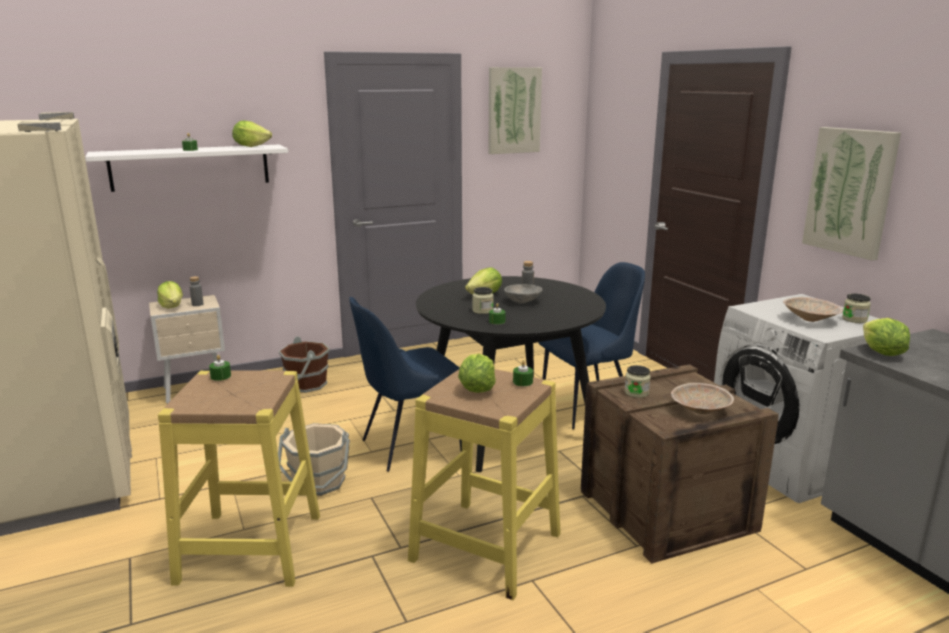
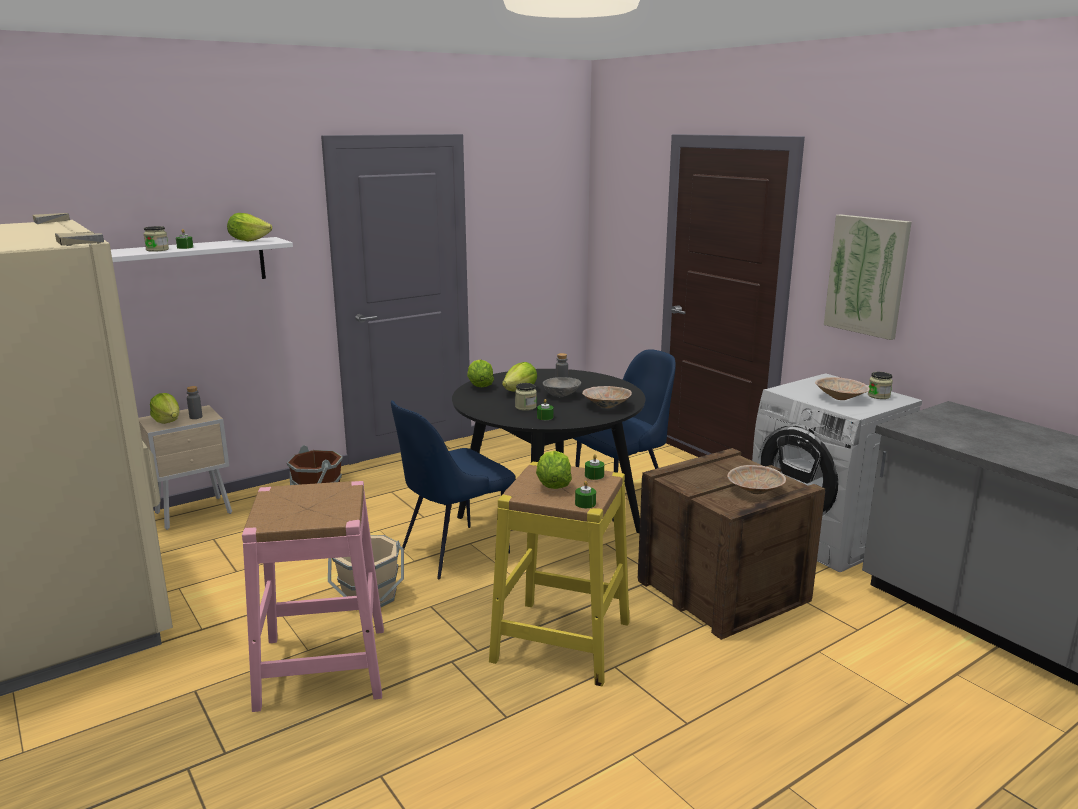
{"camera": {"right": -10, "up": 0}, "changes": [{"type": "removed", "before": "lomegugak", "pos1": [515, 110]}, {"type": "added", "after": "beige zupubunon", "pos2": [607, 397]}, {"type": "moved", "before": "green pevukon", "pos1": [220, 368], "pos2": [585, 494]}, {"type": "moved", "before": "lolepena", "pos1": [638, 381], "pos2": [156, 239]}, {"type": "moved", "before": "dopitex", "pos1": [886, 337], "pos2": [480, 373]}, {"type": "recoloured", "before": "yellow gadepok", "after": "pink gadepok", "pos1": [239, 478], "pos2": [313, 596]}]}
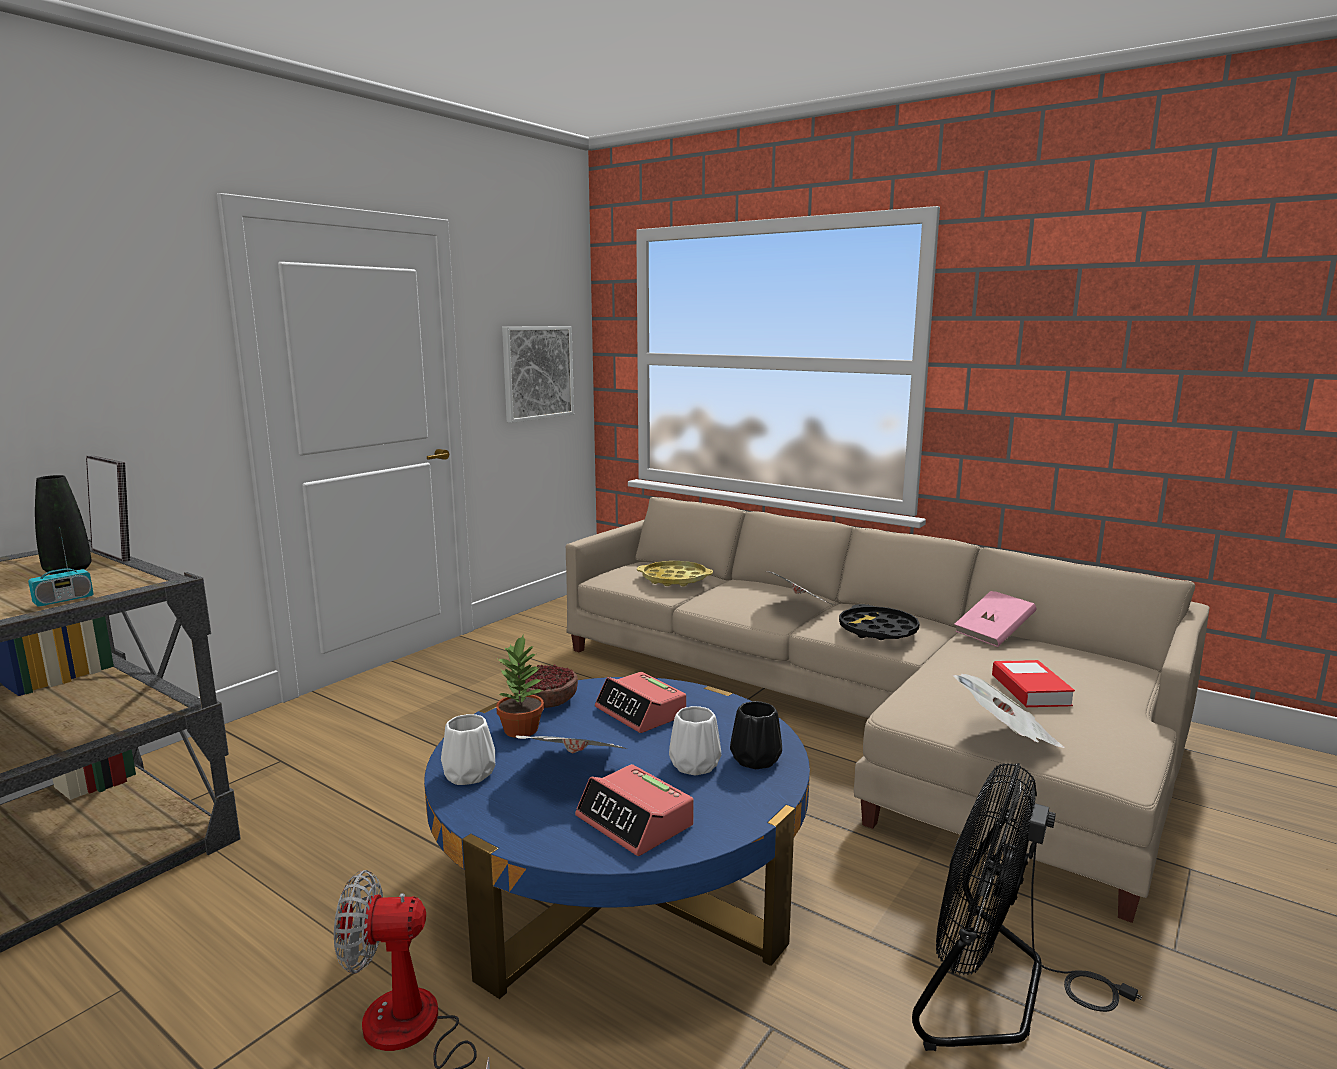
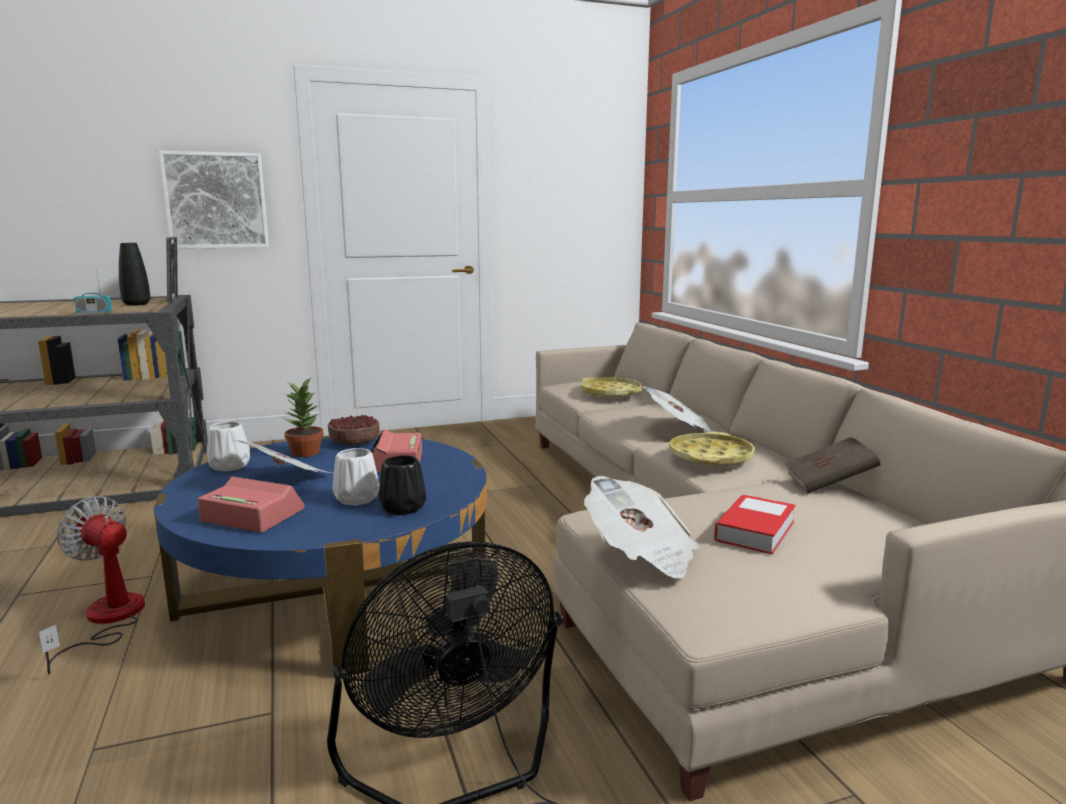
{"camera": {"right": 35, "up": 0}, "changes": [{"type": "moved", "before": "lomegugak", "pos1": [538, 374], "pos2": [214, 200]}, {"type": "recoloured", "before": "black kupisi", "after": "yellow kupisi", "pos1": [879, 622], "pos2": [712, 449]}, {"type": "recoloured", "before": "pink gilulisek", "after": "brown gilulisek", "pos1": [995, 619], "pos2": [833, 465]}, {"type": "turned", "before": "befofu", "pos1": [634, 810], "pos2": [251, 504], "turn": 120}]}
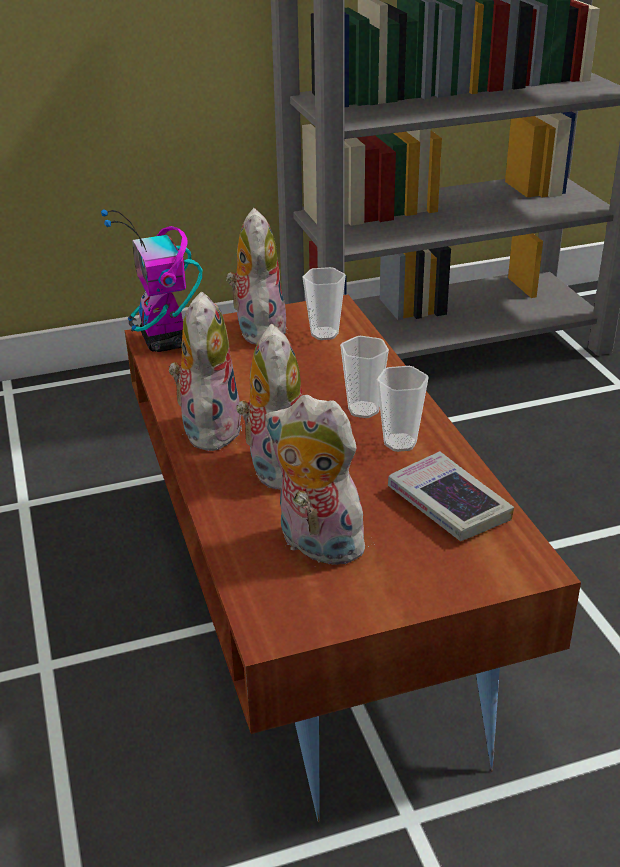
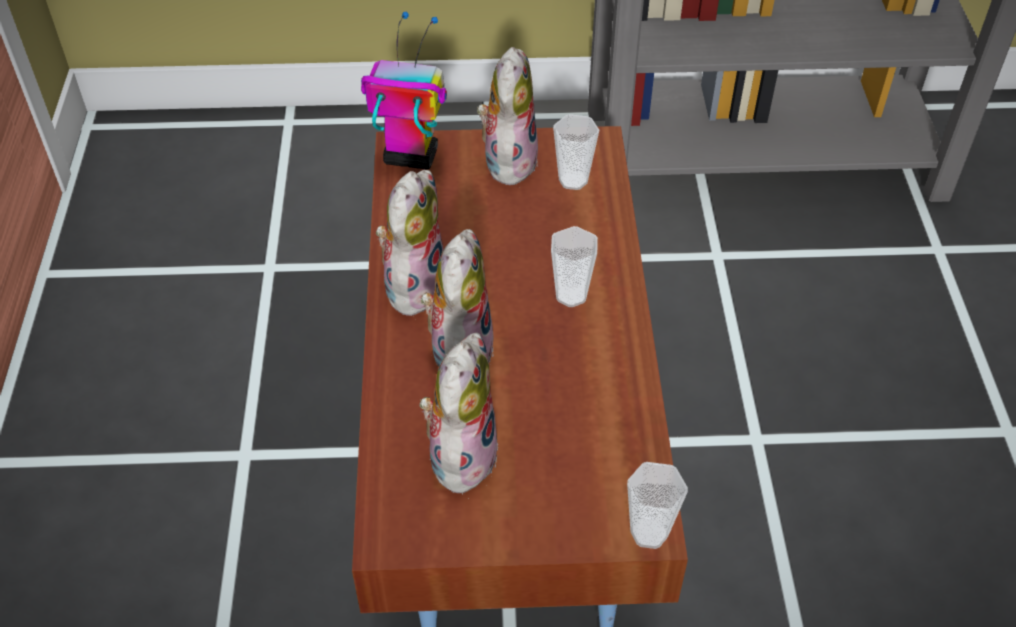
{"camera": {"right": 15, "up": 15}, "changes": [{"type": "removed", "before": "gilulisek", "pos1": [451, 496]}, {"type": "moved", "before": "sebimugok", "pos1": [403, 409], "pos2": [657, 505]}, {"type": "turned", "before": "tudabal", "pos1": [152, 280], "pos2": [404, 90], "turn": 105}, {"type": "turned", "before": "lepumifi", "pos1": [318, 480], "pos2": [459, 414], "turn": 60}]}
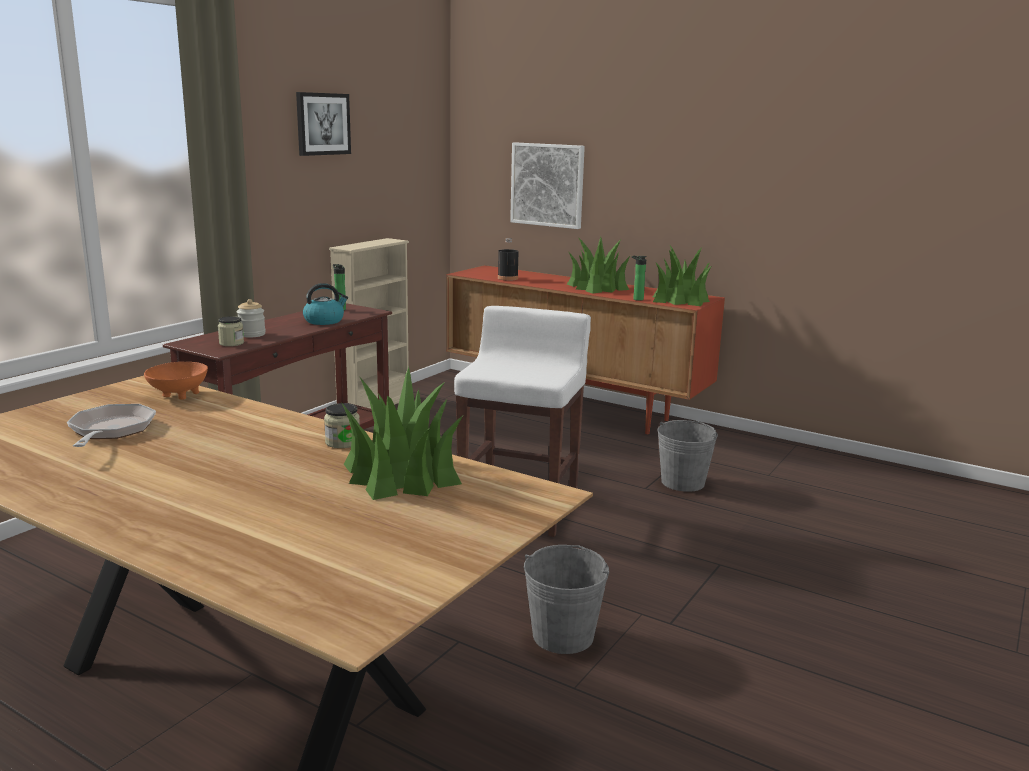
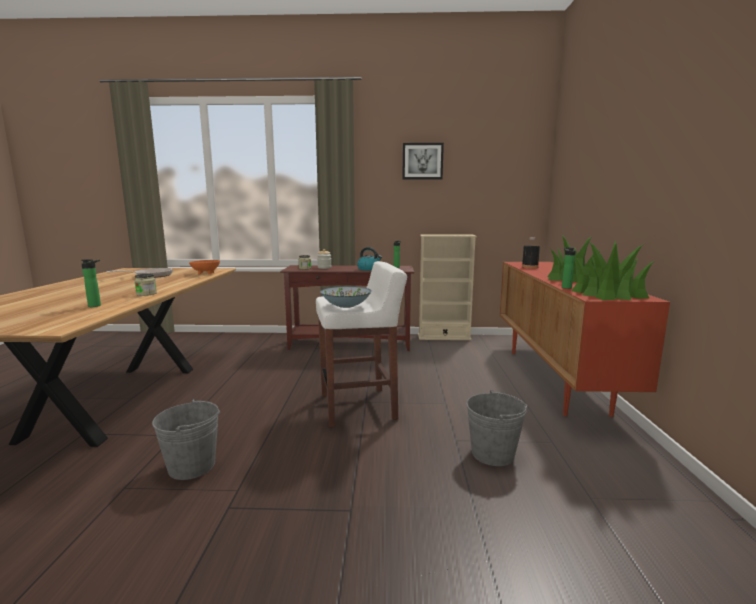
{"camera": {"right": 60, "up": -5}, "changes": [{"type": "removed", "before": "lomegugak", "pos1": [547, 185]}, {"type": "added", "after": "zupubunon", "pos2": [346, 297]}, {"type": "replaced", "before": "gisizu", "after": "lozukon", "pos1": [402, 433], "pos2": [91, 283]}]}
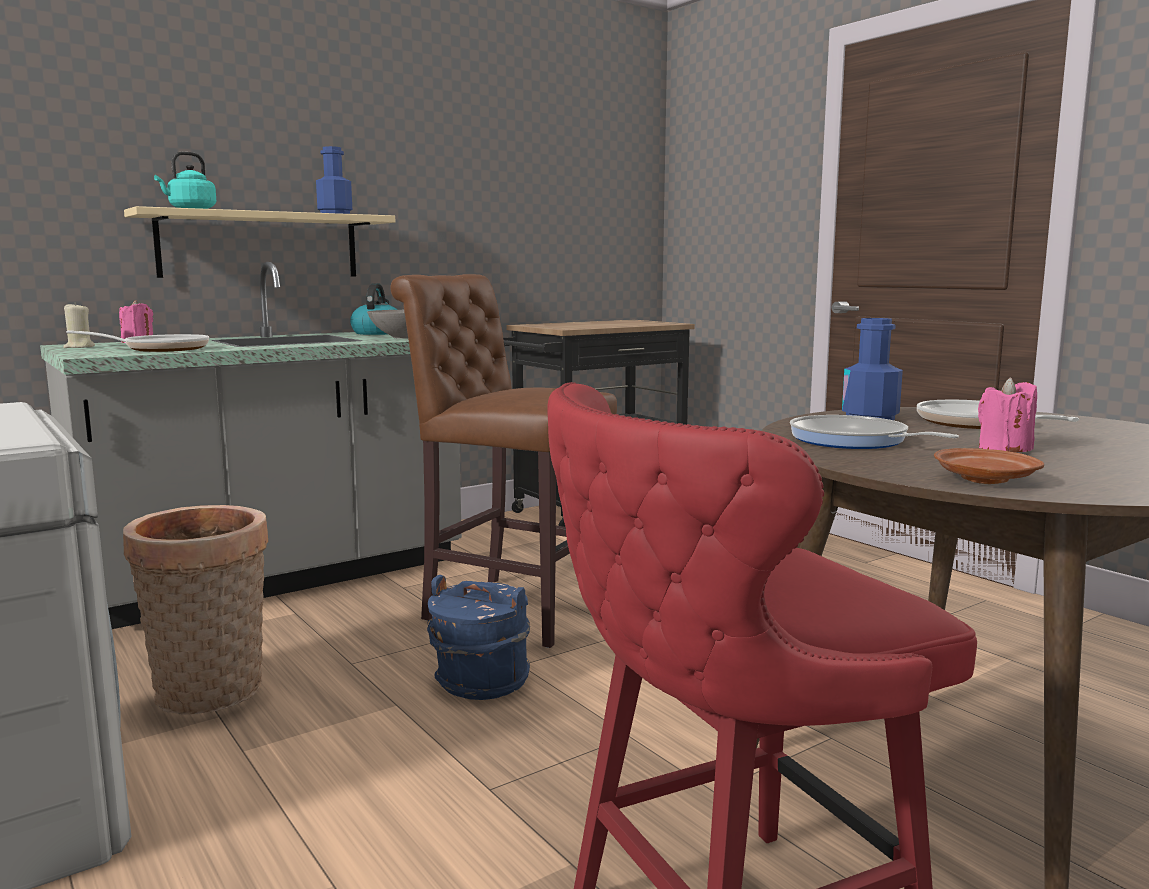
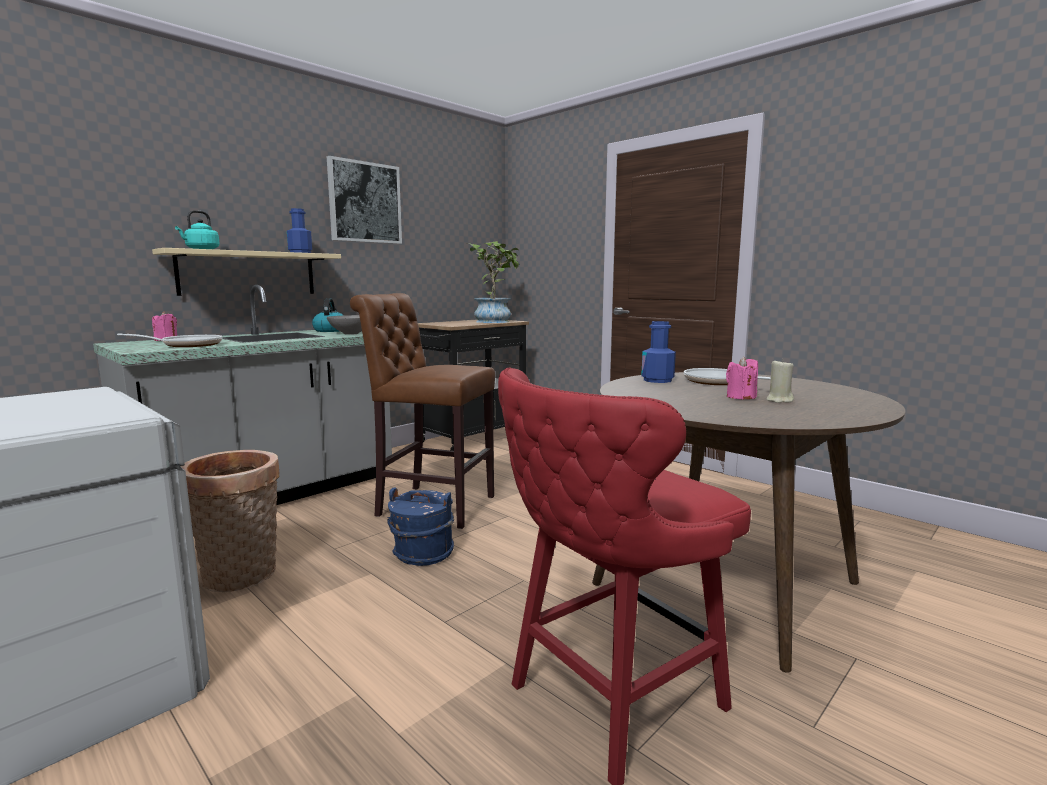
{"camera": {"right": -10, "up": 0}, "changes": [{"type": "removed", "before": "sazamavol", "pos1": [874, 432]}, {"type": "removed", "before": "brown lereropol", "pos1": [989, 466]}, {"type": "added", "after": "lomegugak", "pos2": [364, 200]}, {"type": "added", "after": "gisizu", "pos2": [494, 282]}, {"type": "moved", "before": "beige pevukon", "pos1": [79, 325], "pos2": [780, 381]}]}
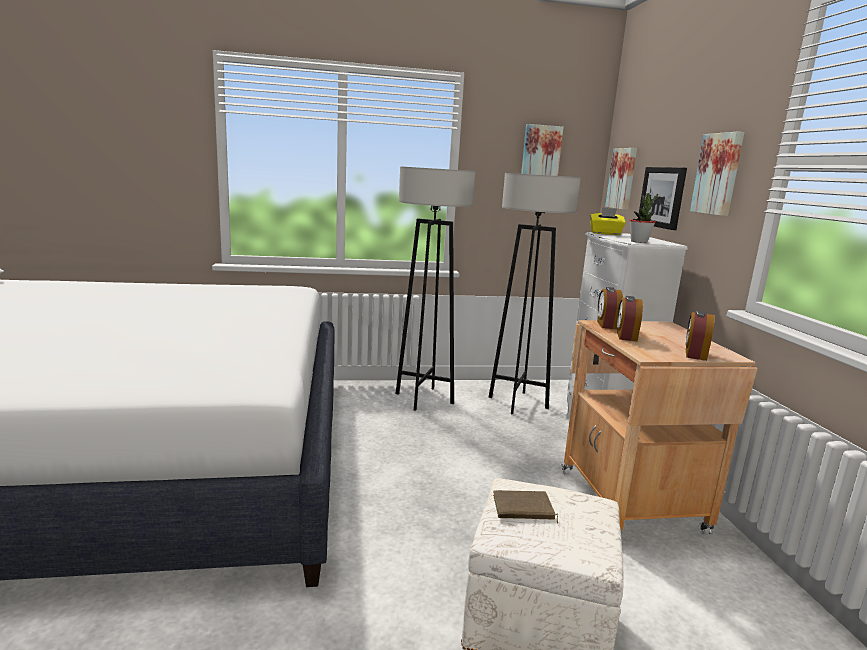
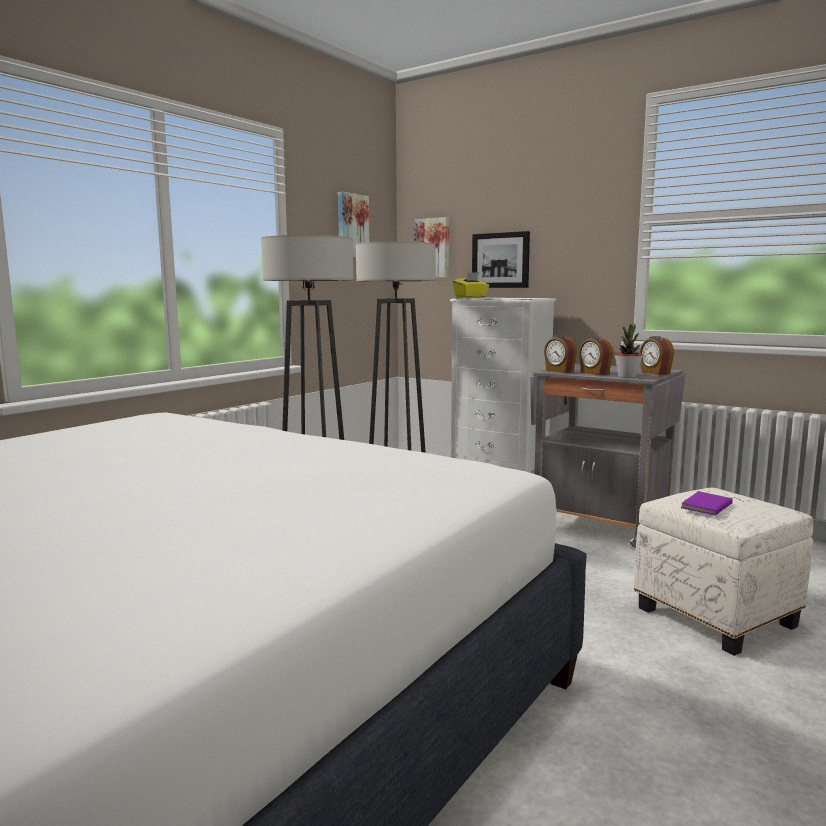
{"camera": {"right": -45, "up": -5}, "changes": [{"type": "removed", "before": "lomegugak", "pos1": [717, 173]}, {"type": "moved", "before": "gisizu", "pos1": [643, 218], "pos2": [629, 351]}, {"type": "recoloured", "before": "brown gilulisek", "after": "purple gilulisek", "pos1": [525, 506], "pos2": [711, 503]}, {"type": "recoloured", "before": "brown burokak", "after": "grey burokak", "pos1": [659, 427], "pos2": [608, 457]}]}
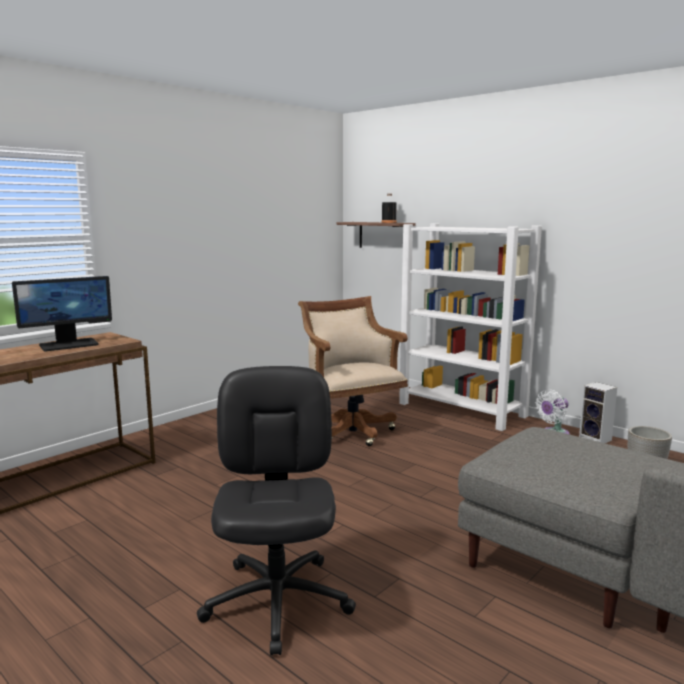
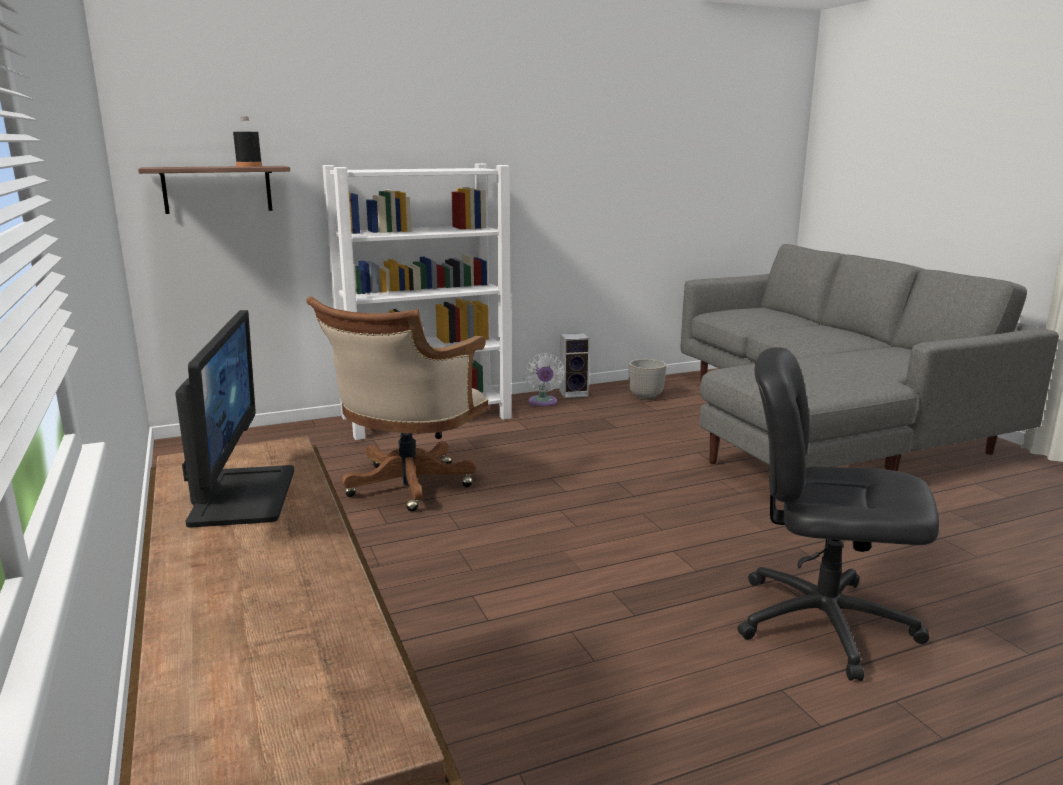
{"camera": {"right": -65, "up": 5}, "changes": [{"type": "turned", "before": "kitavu", "pos1": [353, 371], "pos2": [398, 404], "turn": -60}]}
